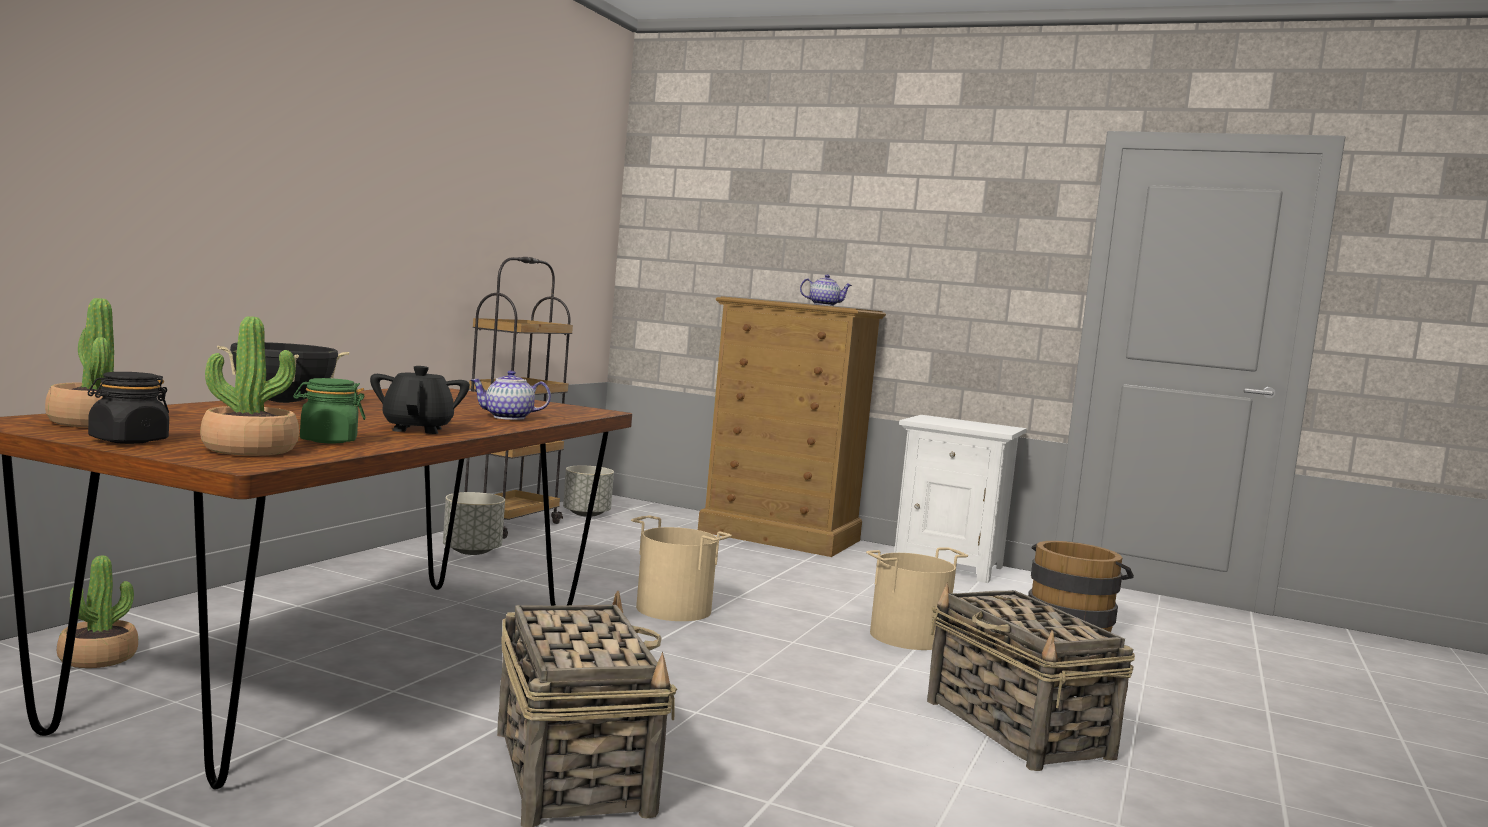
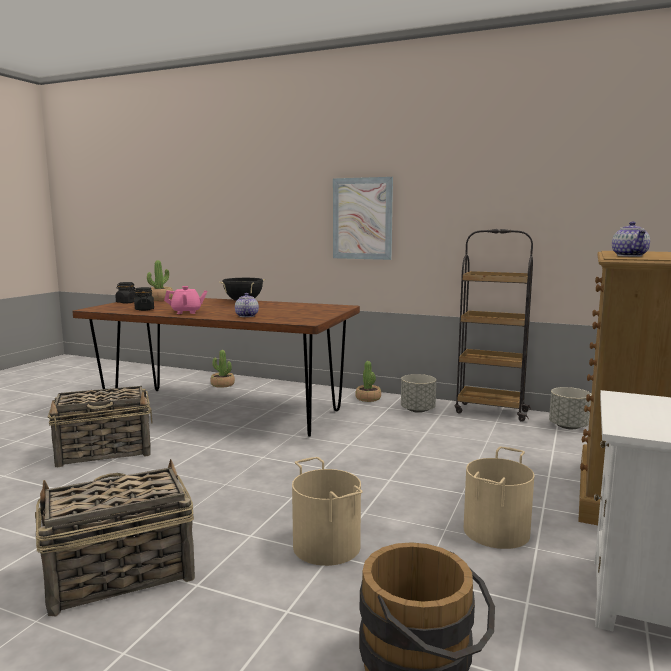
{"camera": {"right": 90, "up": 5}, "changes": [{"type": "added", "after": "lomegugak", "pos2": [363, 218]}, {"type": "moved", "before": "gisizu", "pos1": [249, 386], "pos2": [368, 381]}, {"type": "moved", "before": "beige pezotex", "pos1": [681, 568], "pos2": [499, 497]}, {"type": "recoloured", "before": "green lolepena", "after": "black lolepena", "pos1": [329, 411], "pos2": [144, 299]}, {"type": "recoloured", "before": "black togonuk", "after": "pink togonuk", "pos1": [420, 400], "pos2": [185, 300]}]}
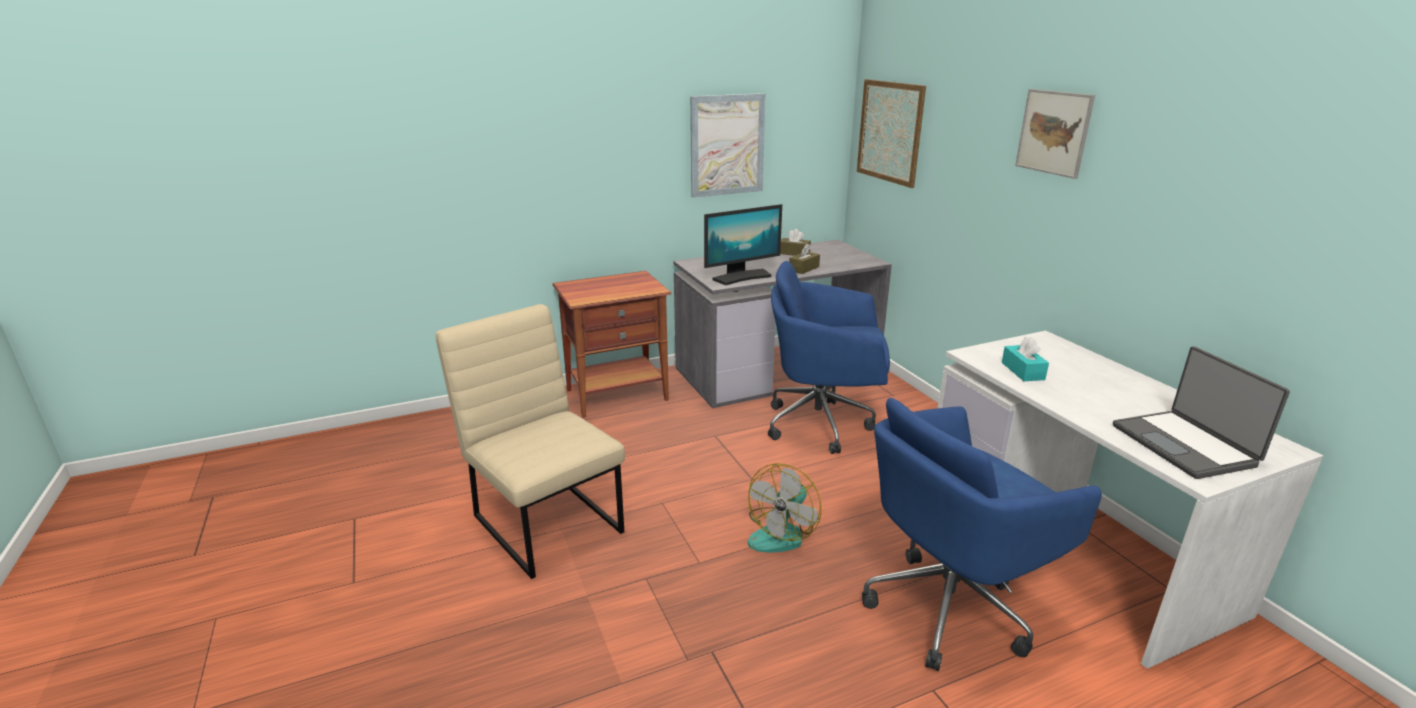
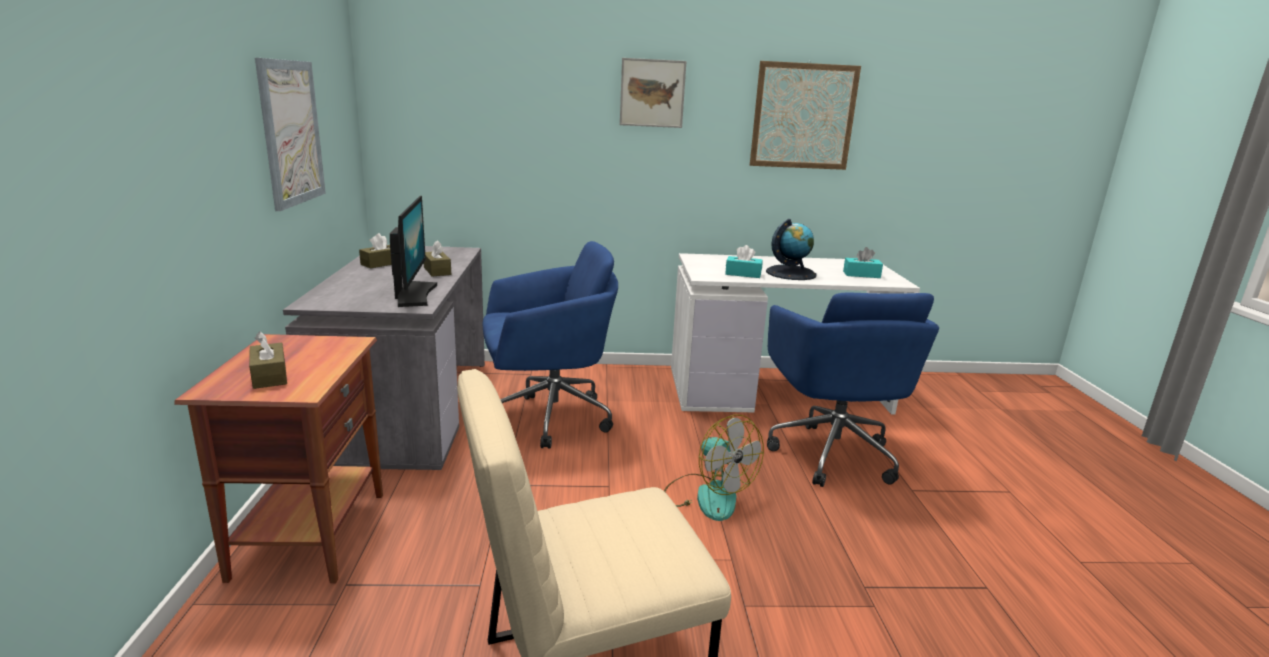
{"camera": {"right": -70, "up": -5}, "changes": [{"type": "added", "after": "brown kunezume", "pos2": [268, 360]}, {"type": "added", "after": "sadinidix", "pos2": [791, 249]}, {"type": "moved", "before": "lomegugak", "pos1": [891, 133], "pos2": [805, 115]}, {"type": "replaced", "before": "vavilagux", "after": "turquoise kunezume", "pos1": [1201, 413], "pos2": [863, 262]}, {"type": "turned", "before": "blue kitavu", "pos1": [829, 357], "pos2": [550, 345], "turn": -135}]}
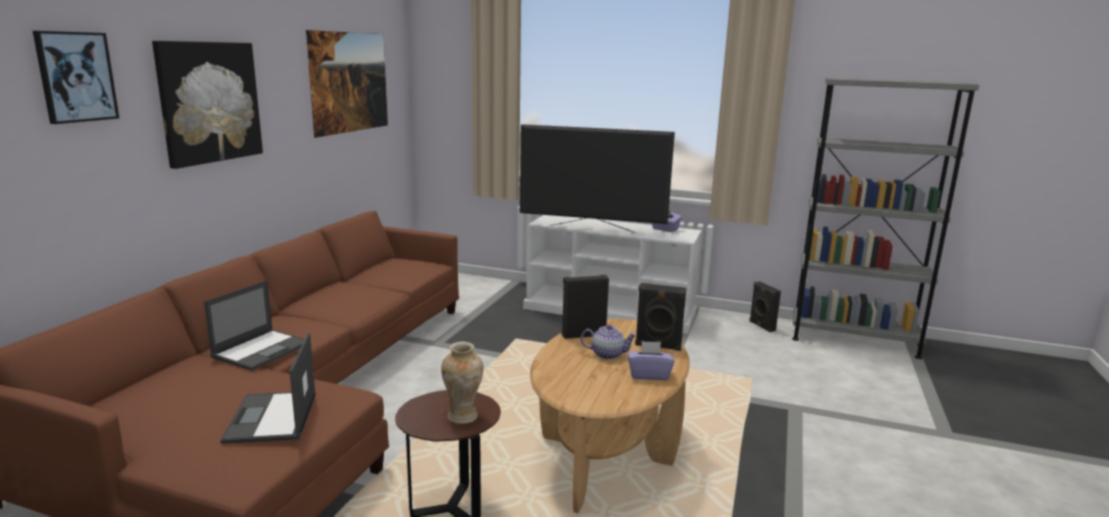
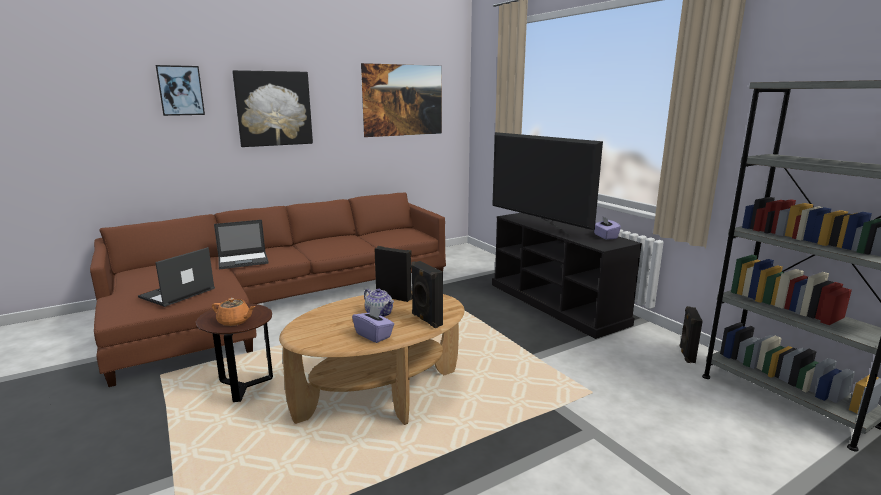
{"camera": {"right": 40, "up": 0}, "changes": [{"type": "replaced", "before": "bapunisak", "after": "orange togonuk", "pos1": [462, 383], "pos2": [233, 312]}, {"type": "recoloured", "before": "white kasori", "after": "black kasori", "pos1": [612, 274], "pos2": [567, 276]}]}
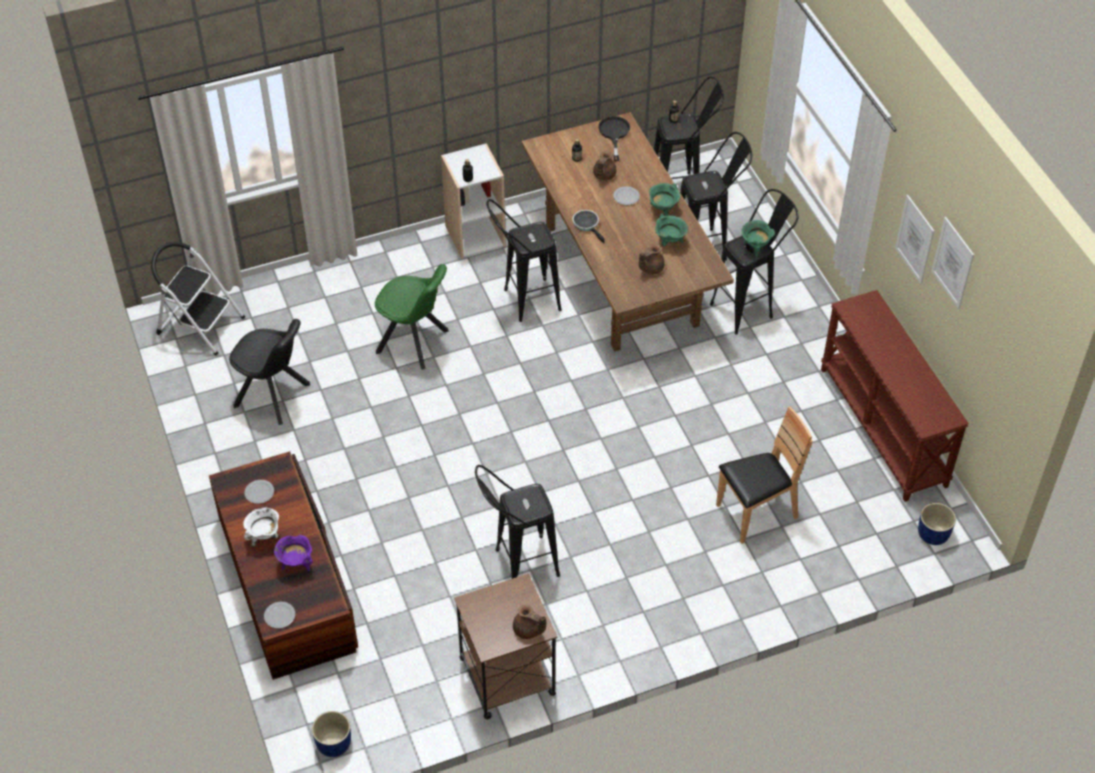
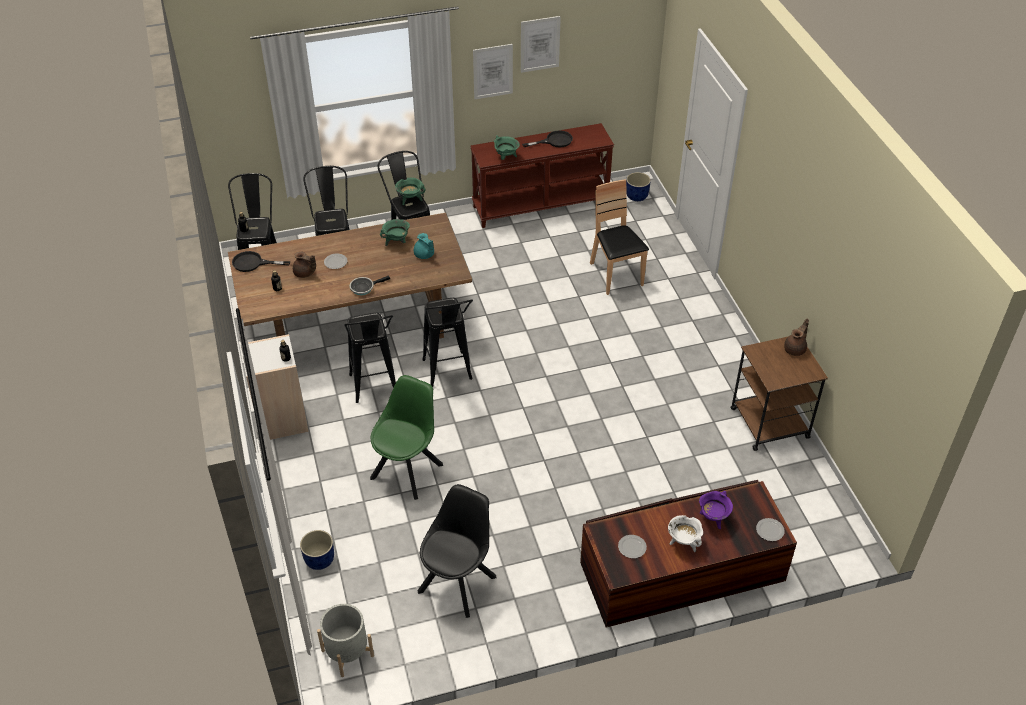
{"camera": {"right": -85, "up": -5}, "changes": [{"type": "added", "after": "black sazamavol", "pos2": [547, 138]}, {"type": "moved", "before": "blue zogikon", "pos1": [331, 734], "pos2": [317, 550]}, {"type": "moved", "before": "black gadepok", "pos1": [517, 522], "pos2": [448, 342]}, {"type": "moved", "before": "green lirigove", "pos1": [664, 199], "pos2": [507, 147]}, {"type": "replaced", "before": "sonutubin", "after": "grey zogikon", "pos1": [198, 298], "pos2": [345, 640]}, {"type": "recoloured", "before": "brown togonuk", "after": "turquoise togonuk", "pos1": [652, 259], "pos2": [424, 246]}]}
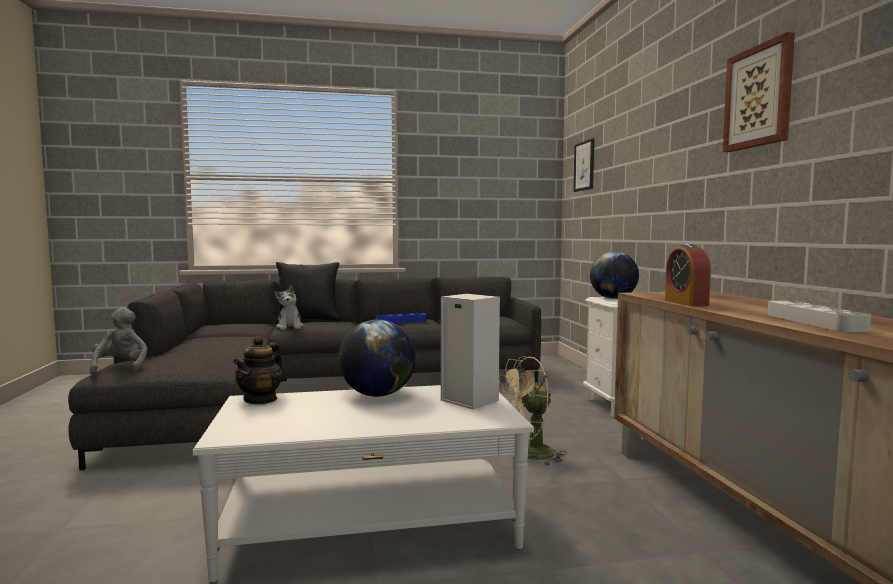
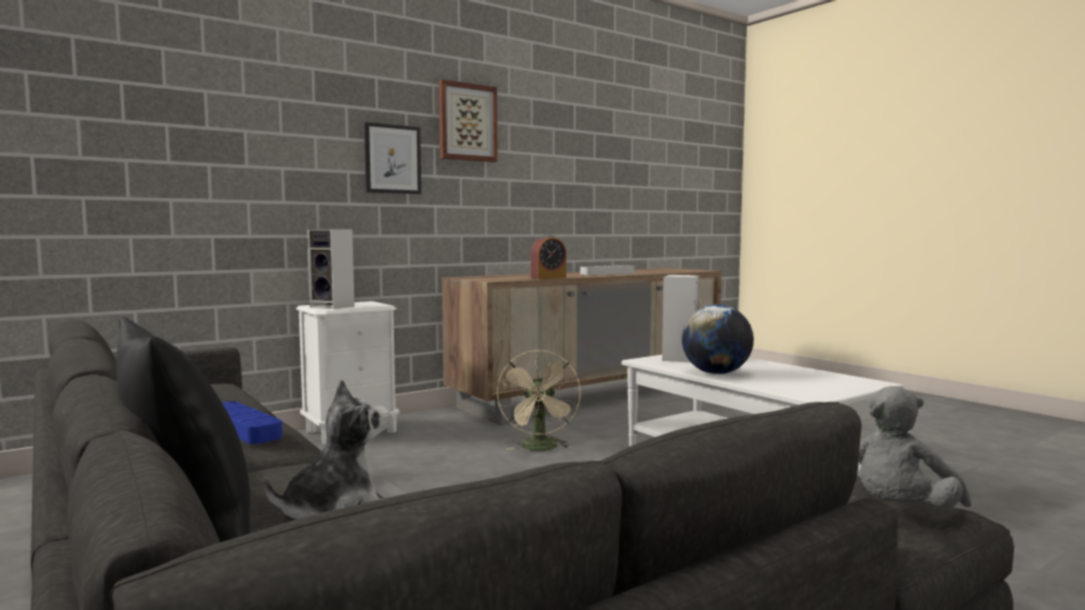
{"camera": {"right": -115, "up": 0}, "changes": [{"type": "removed", "before": "togonuk", "pos1": [258, 370]}, {"type": "moved", "before": "lomegugak", "pos1": [583, 165], "pos2": [392, 158]}, {"type": "replaced", "before": "sadinidix", "after": "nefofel", "pos1": [614, 275], "pos2": [330, 269]}, {"type": "turned", "before": "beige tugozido", "pos1": [533, 411], "pos2": [539, 400], "turn": 45}]}
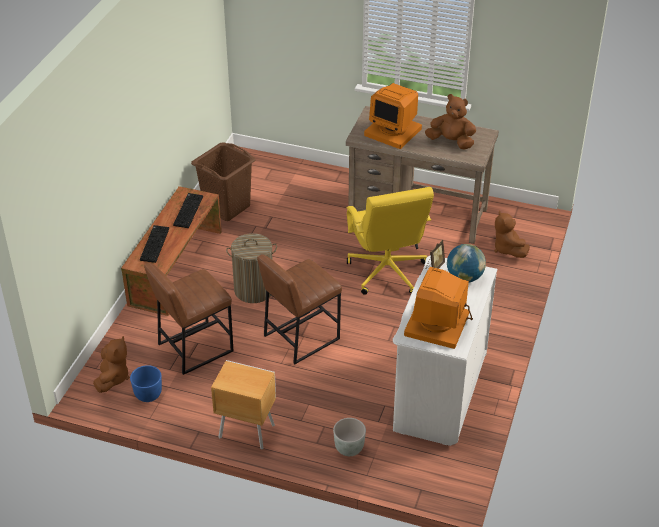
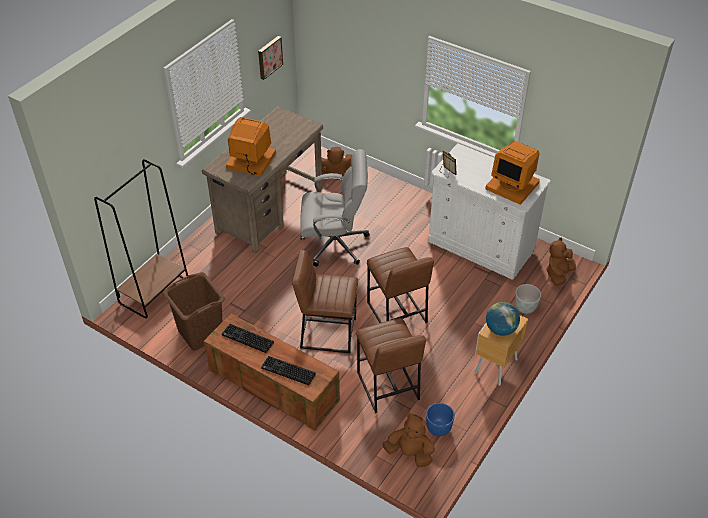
{"camera": {"right": -75, "up": 5}, "changes": [{"type": "added", "after": "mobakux", "pos2": [141, 239]}, {"type": "added", "after": "lomegugak", "pos2": [270, 58]}, {"type": "moved", "before": "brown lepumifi", "pos1": [450, 122], "pos2": [561, 262]}, {"type": "moved", "before": "sadinidix", "pos1": [466, 263], "pos2": [503, 319]}, {"type": "replaced", "before": "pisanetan", "after": "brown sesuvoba", "pos1": [251, 268], "pos2": [325, 301]}, {"type": "recoloured", "before": "yellow kitavu", "after": "grey kitavu", "pos1": [390, 241], "pos2": [335, 208]}, {"type": "turned", "before": "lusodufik", "pos1": [393, 116], "pos2": [251, 146], "turn": -120}]}
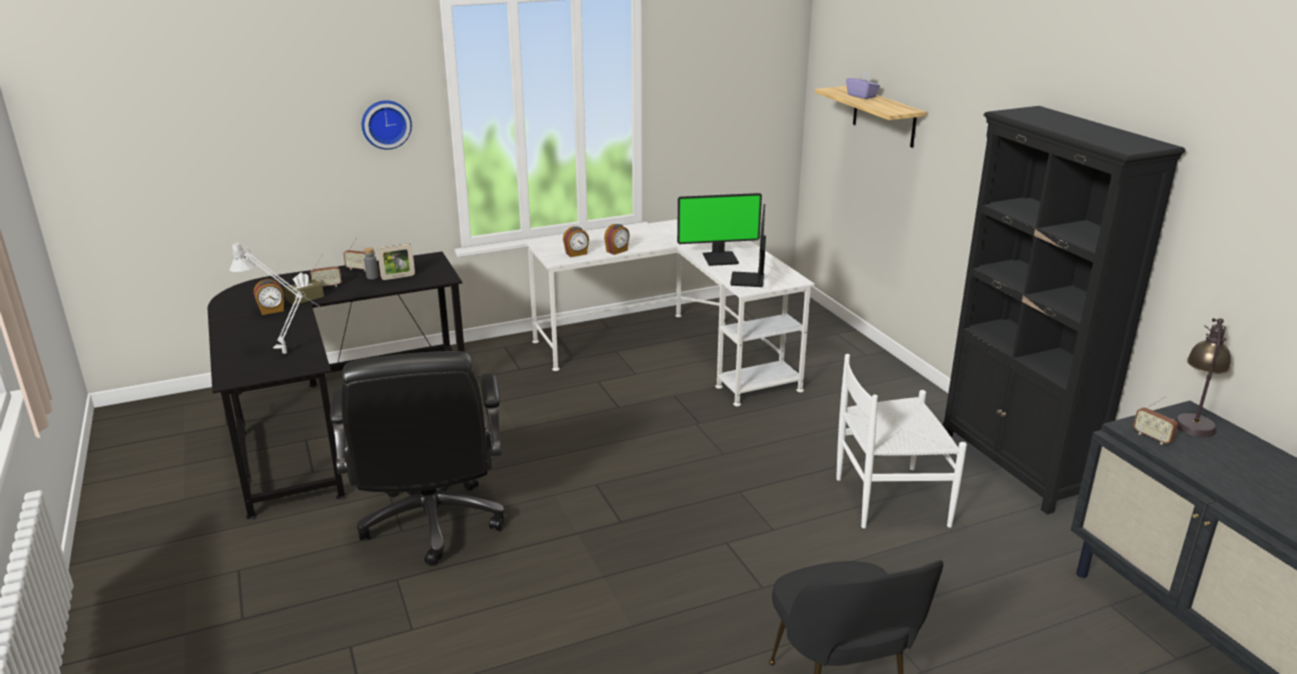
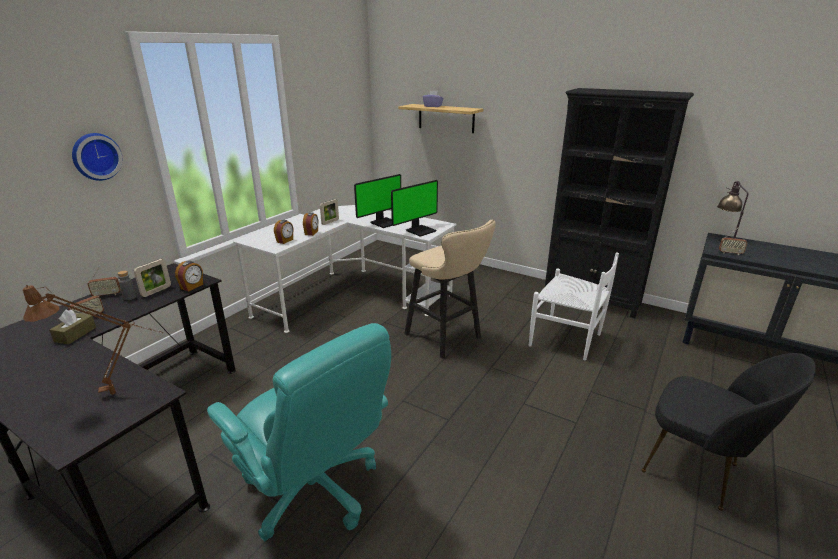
{"camera": {"right": -35, "up": 0}, "changes": [{"type": "added", "after": "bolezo", "pos2": [329, 212]}, {"type": "added", "after": "beige gadepok", "pos2": [450, 289]}, {"type": "moved", "before": "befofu", "pos1": [269, 297], "pos2": [189, 276]}, {"type": "recoloured", "before": "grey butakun", "after": "brown butakun", "pos1": [277, 298], "pos2": [93, 339]}, {"type": "recoloured", "before": "black kitavu", "after": "turquoise kitavu", "pos1": [417, 458], "pos2": [299, 432]}, {"type": "turned", "before": "lusodufik", "pos1": [748, 245], "pos2": [414, 208], "turn": -105}, {"type": "turned", "before": "white sesuvoba", "pos1": [901, 441], "pos2": [574, 306], "turn": -105}]}
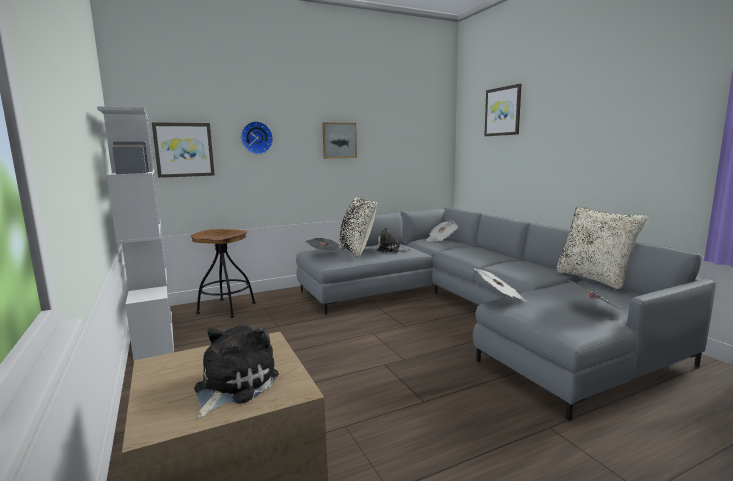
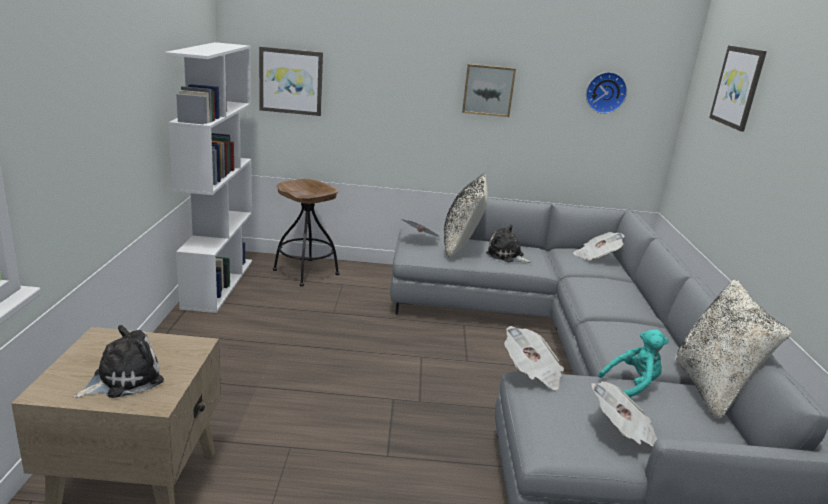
{"camera": {"right": 25, "up": 10}, "changes": [{"type": "added", "after": "turquoise lepumifi", "pos2": [633, 363]}, {"type": "moved", "before": "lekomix", "pos1": [257, 137], "pos2": [606, 93]}]}
